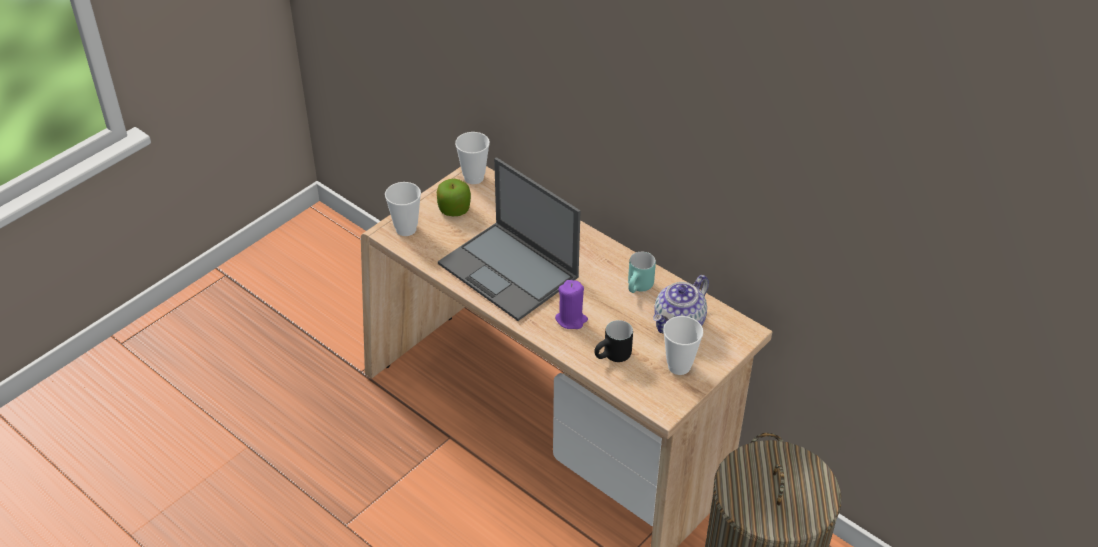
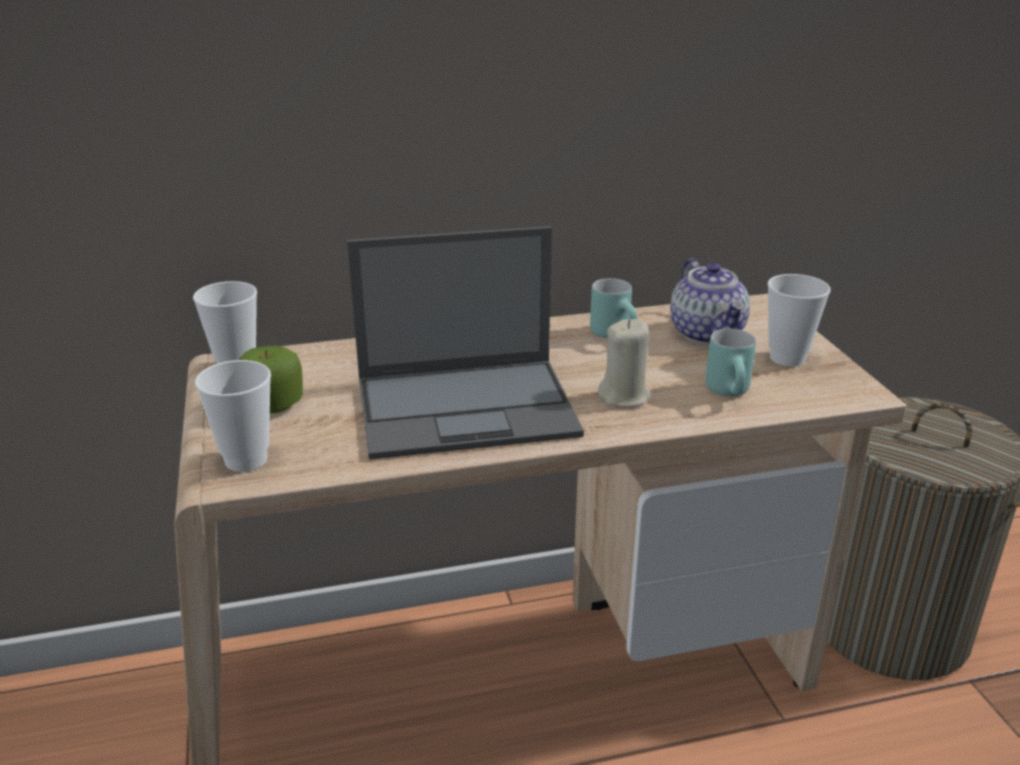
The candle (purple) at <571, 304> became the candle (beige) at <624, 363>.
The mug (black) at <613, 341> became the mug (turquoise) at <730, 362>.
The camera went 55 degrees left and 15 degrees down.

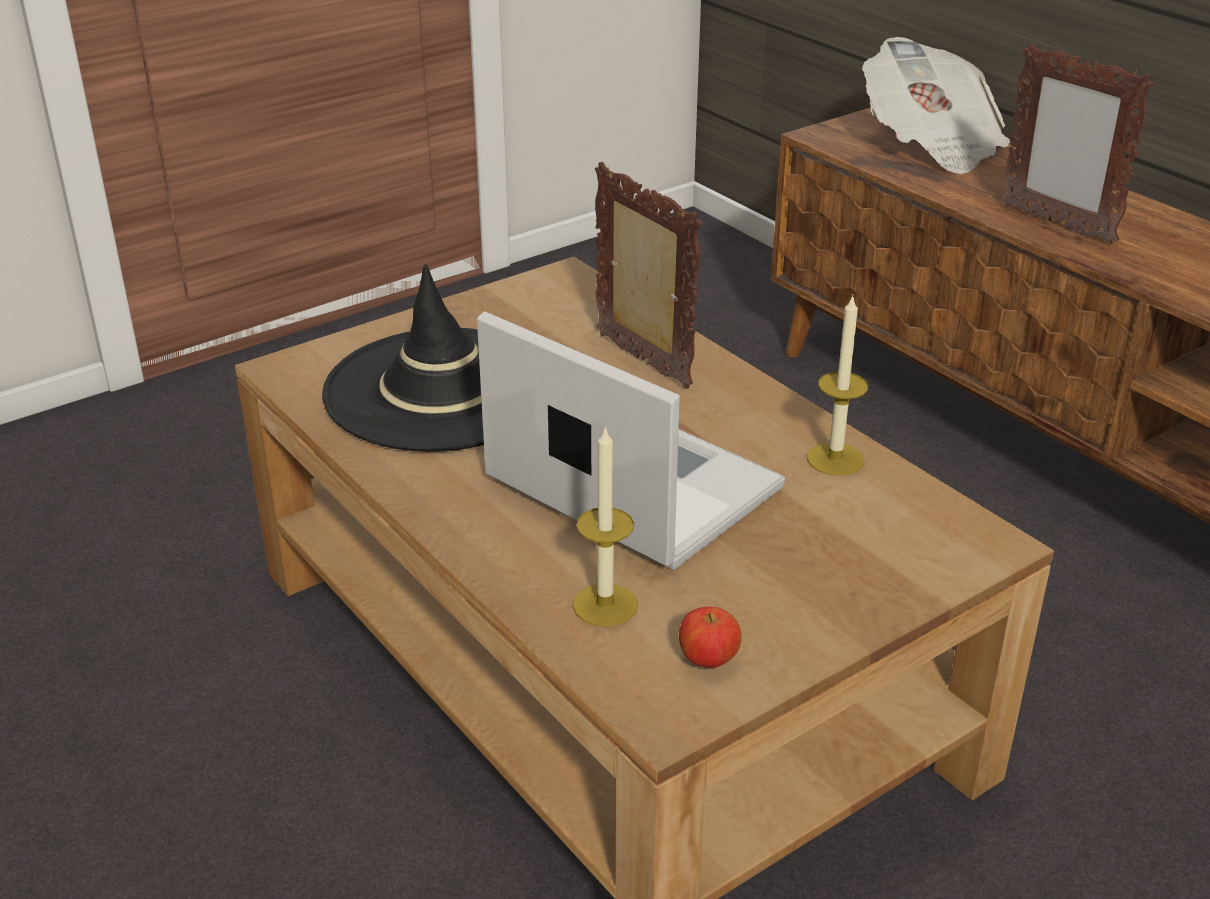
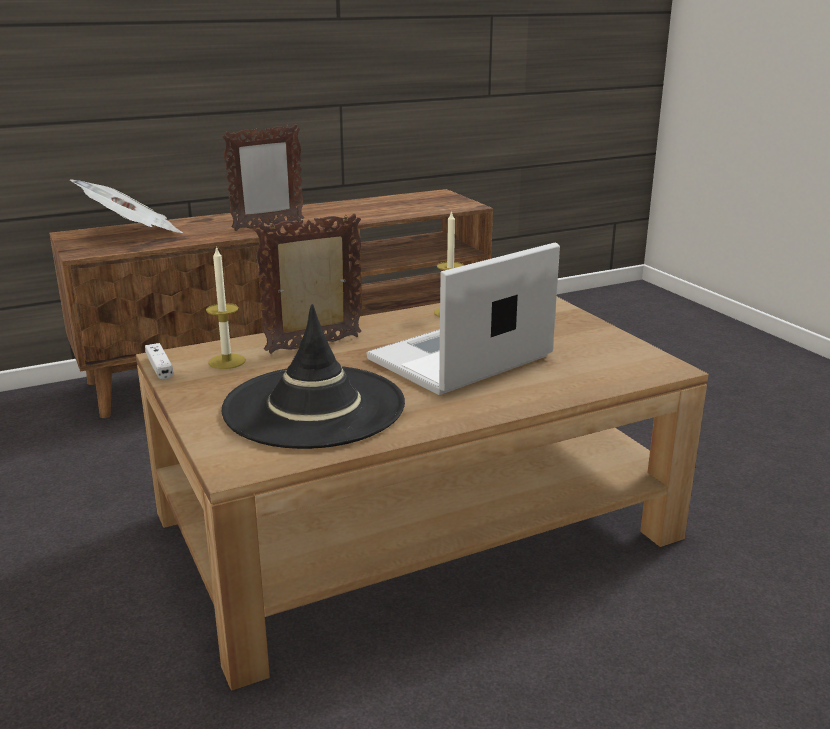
The game controller (white) at <159, 361> appeared.
The candle moved from <605, 525> to <226, 307>.
The apple at <710, 637> disappeared.
The camera went 80 degrees left and 10 degrees down.

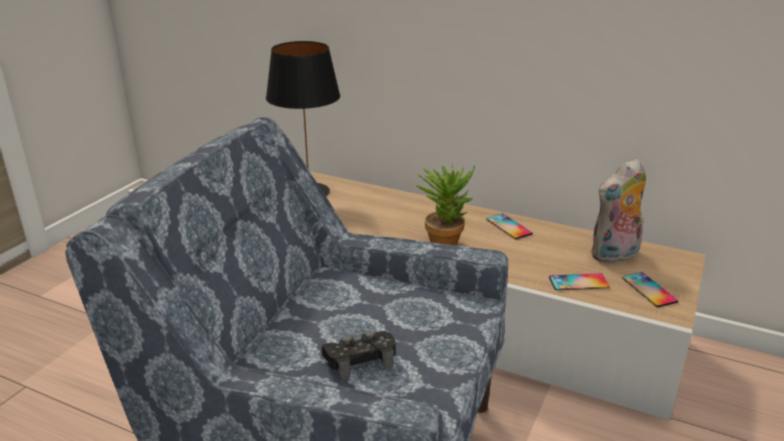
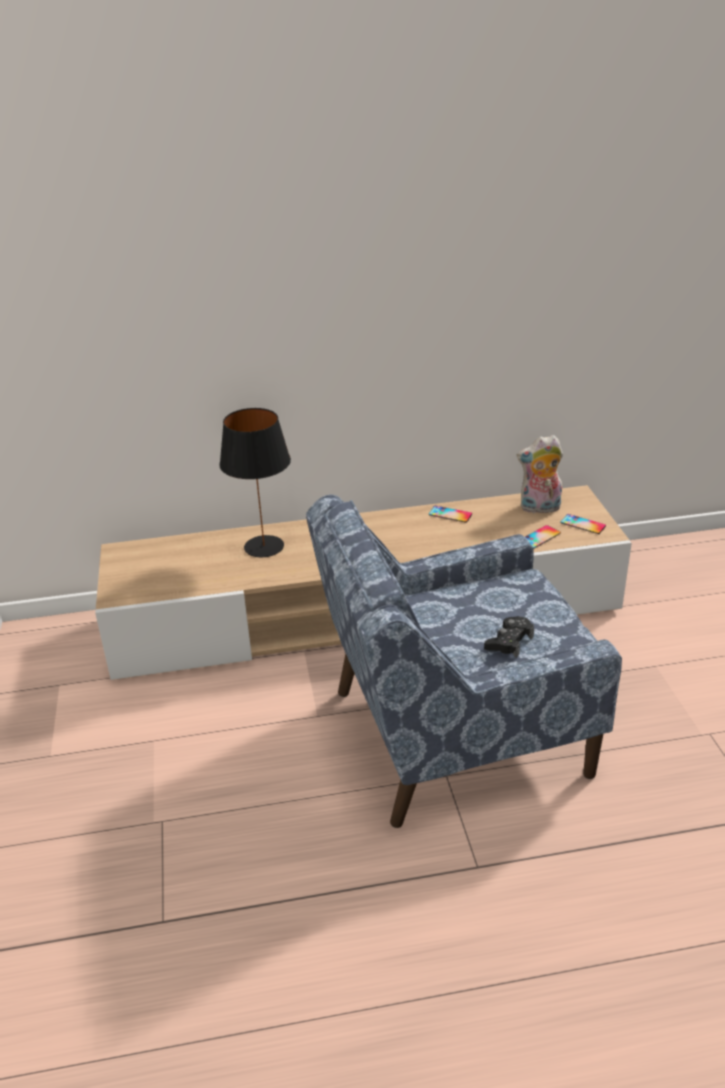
The plush toy at <618, 211> turned 60 degrees clockwise.
The potted plant at <444, 204> disappeared.
The camera went 35 degrees left and 5 degrees up.

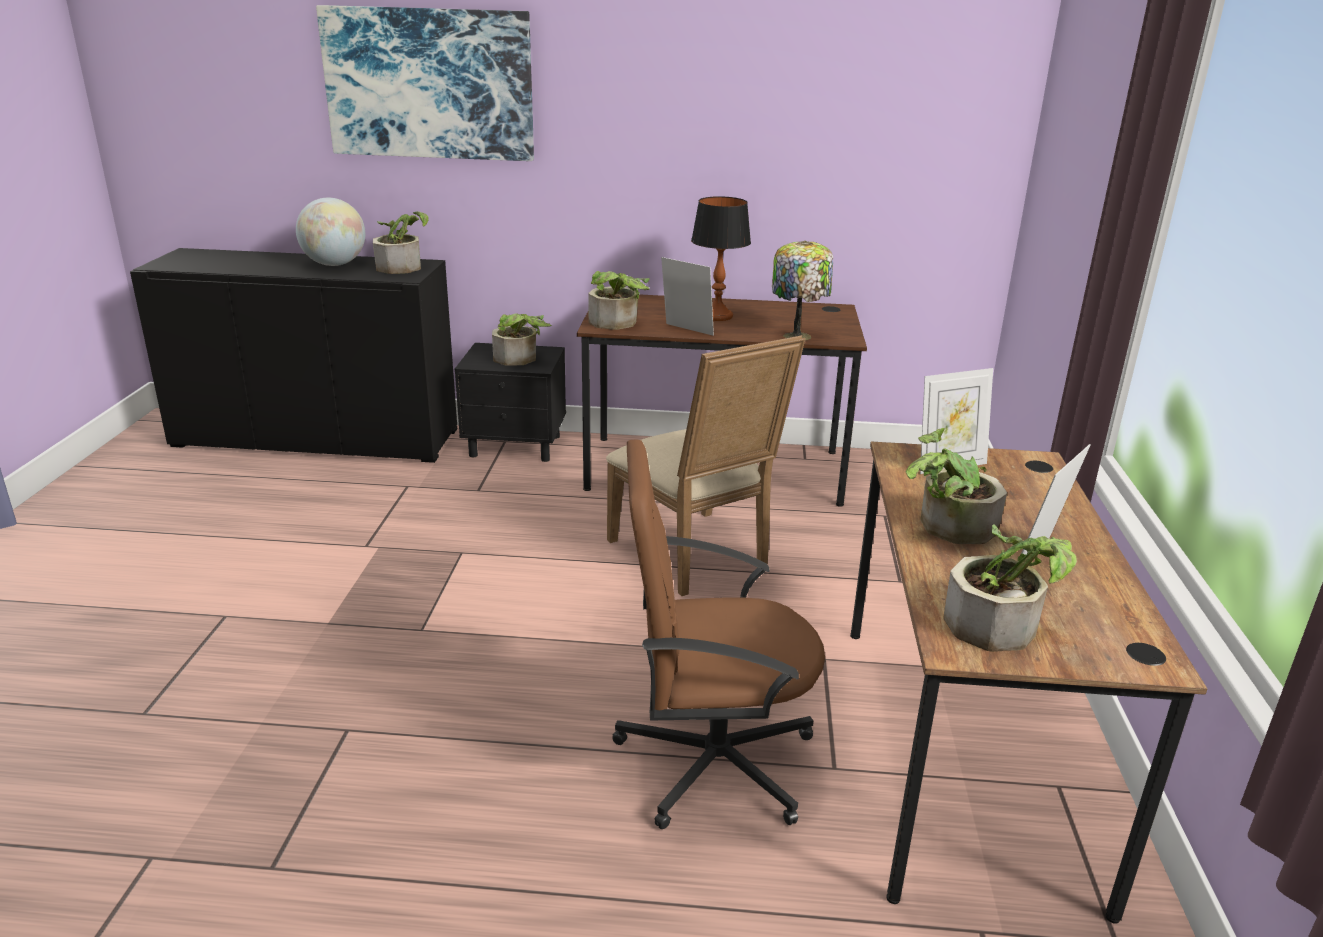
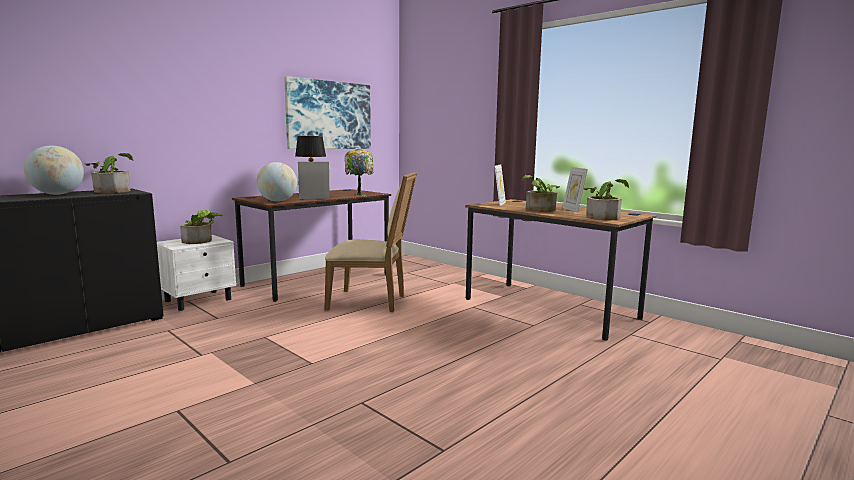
The nightstand (black) at <510, 402> became the nightstand (white) at <196, 273>.
The potted plant at <619, 300> was replaced by the globe at <277, 182>.
The picture moved from <425, 83> to <327, 112>.
The office chair (brown) at <718, 634> disappeared.
The camera went 50 degrees left and 15 degrees down.

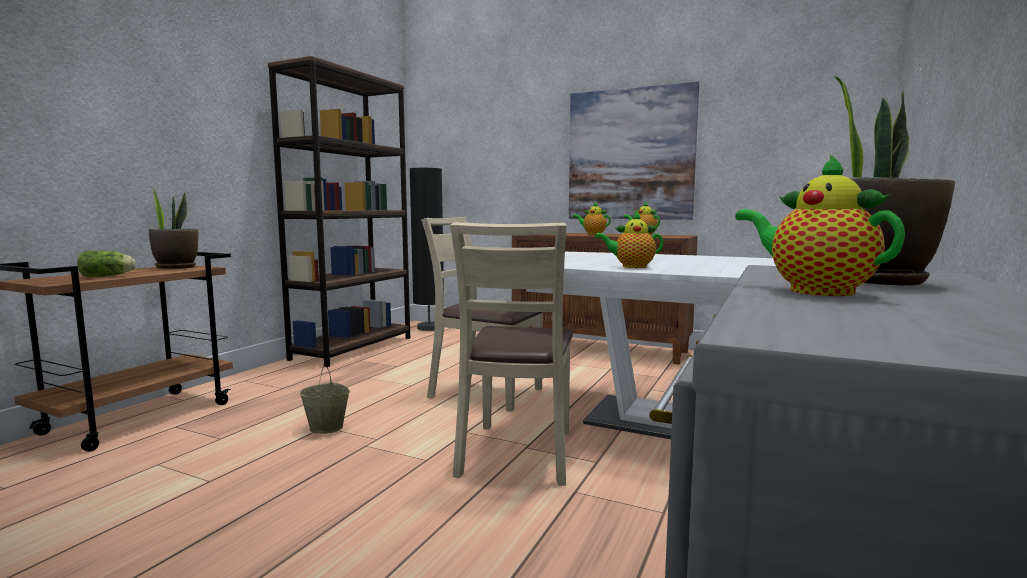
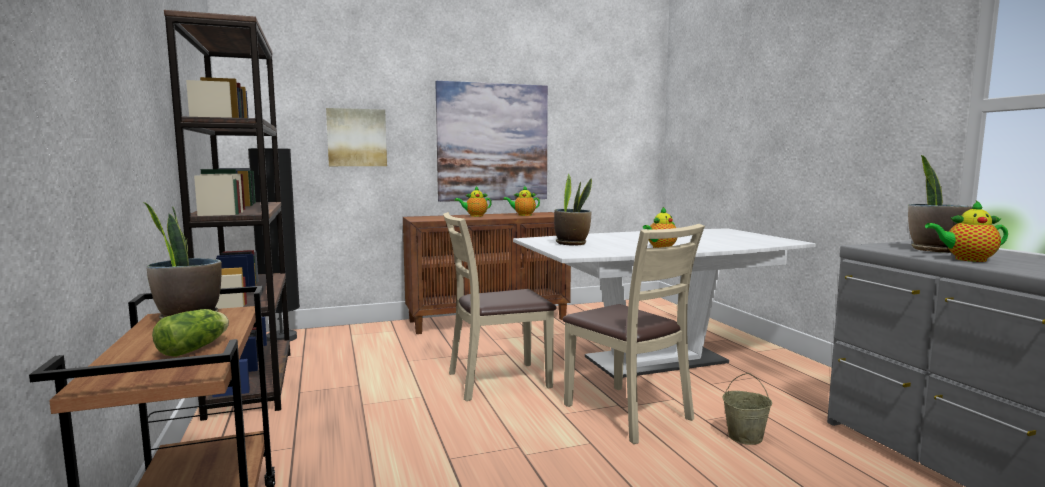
The picture at <356, 137> appeared.
The potted plant at <573, 209> appeared.
The bucket (beige) moved from <325, 399> to <747, 409>.
The camera went 45 degrees left and 0 degrees up.

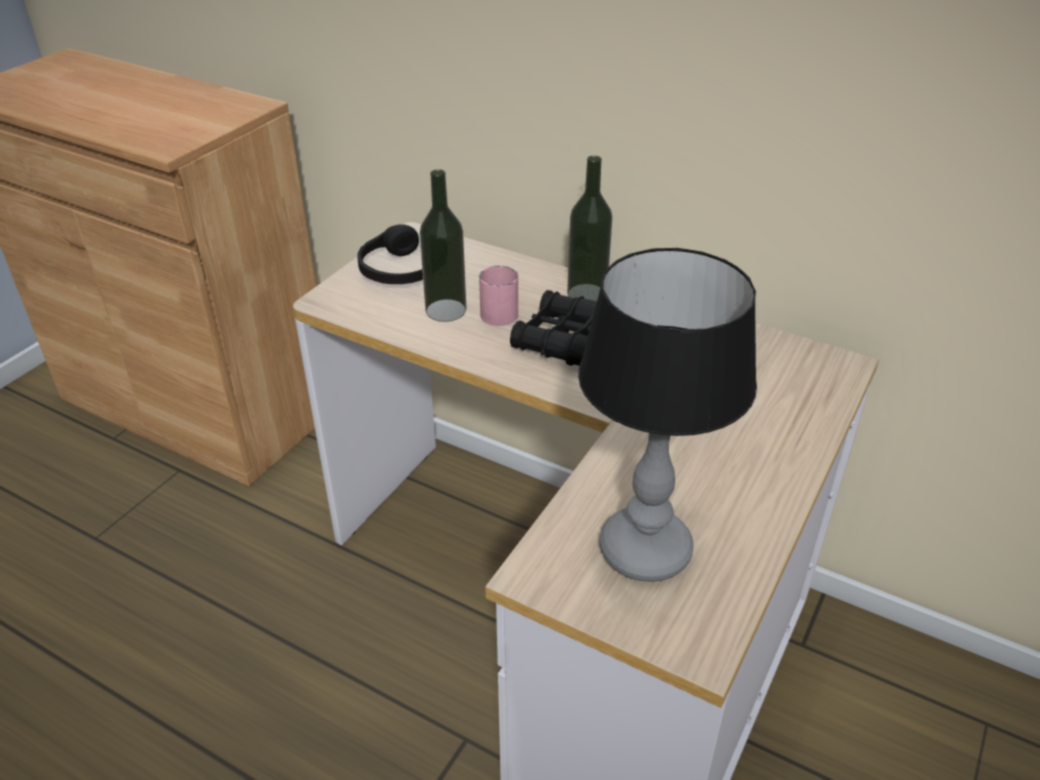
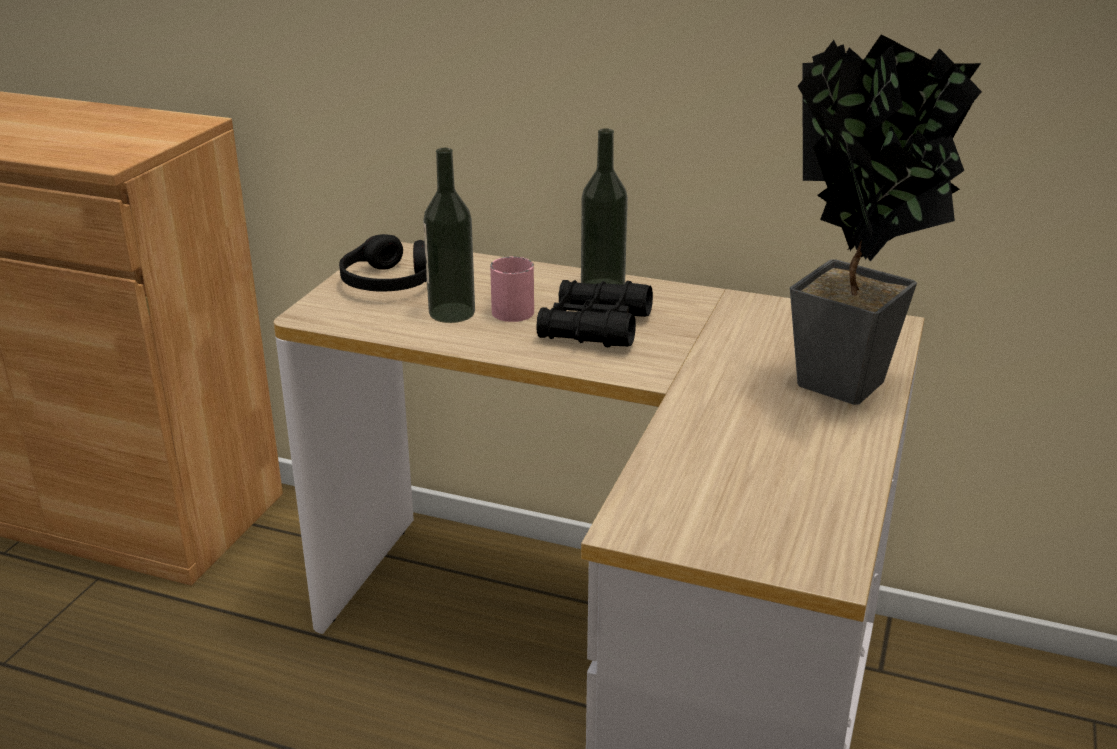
The potted plant at <886, 219> appeared.
The table lamp at <667, 415> disappeared.
The camera went 10 degrees left and 10 degrees down.

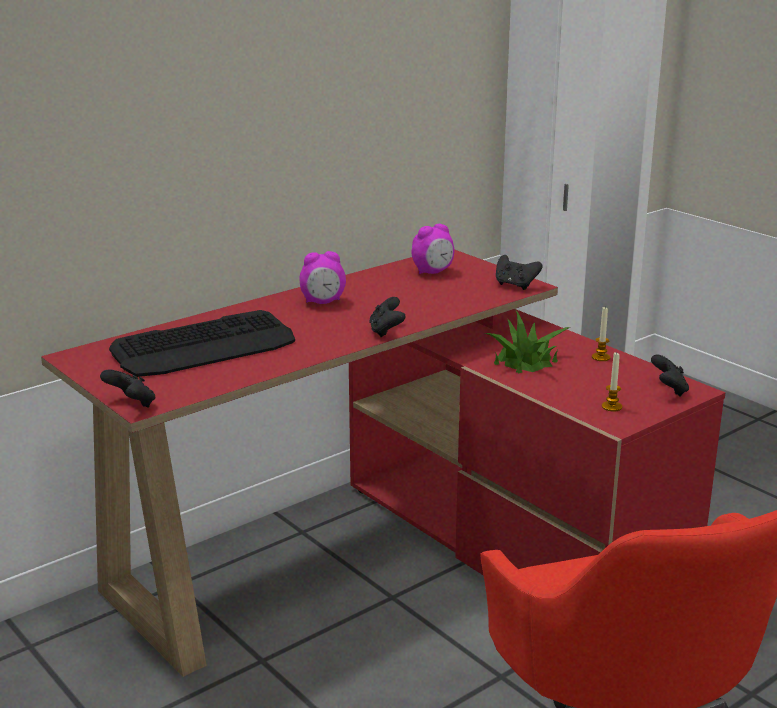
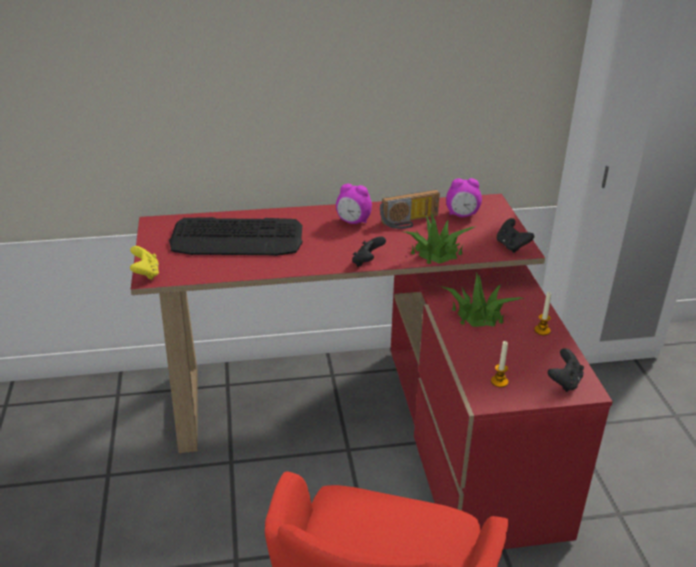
The game controller (black) at <127, 388> became the game controller (yellow) at <144, 263>.
The radio at <410, 209> appeared.
The potted plant at <440, 237> appeared.
The camera went 30 degrees right and 10 degrees up.

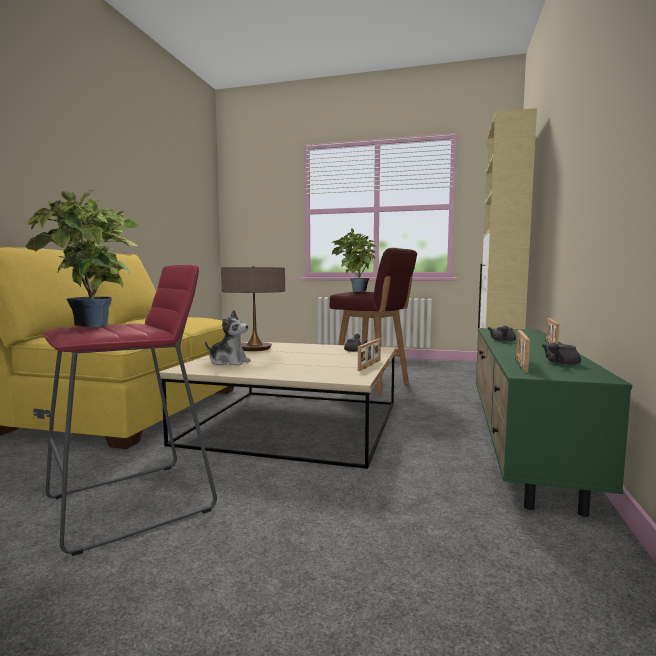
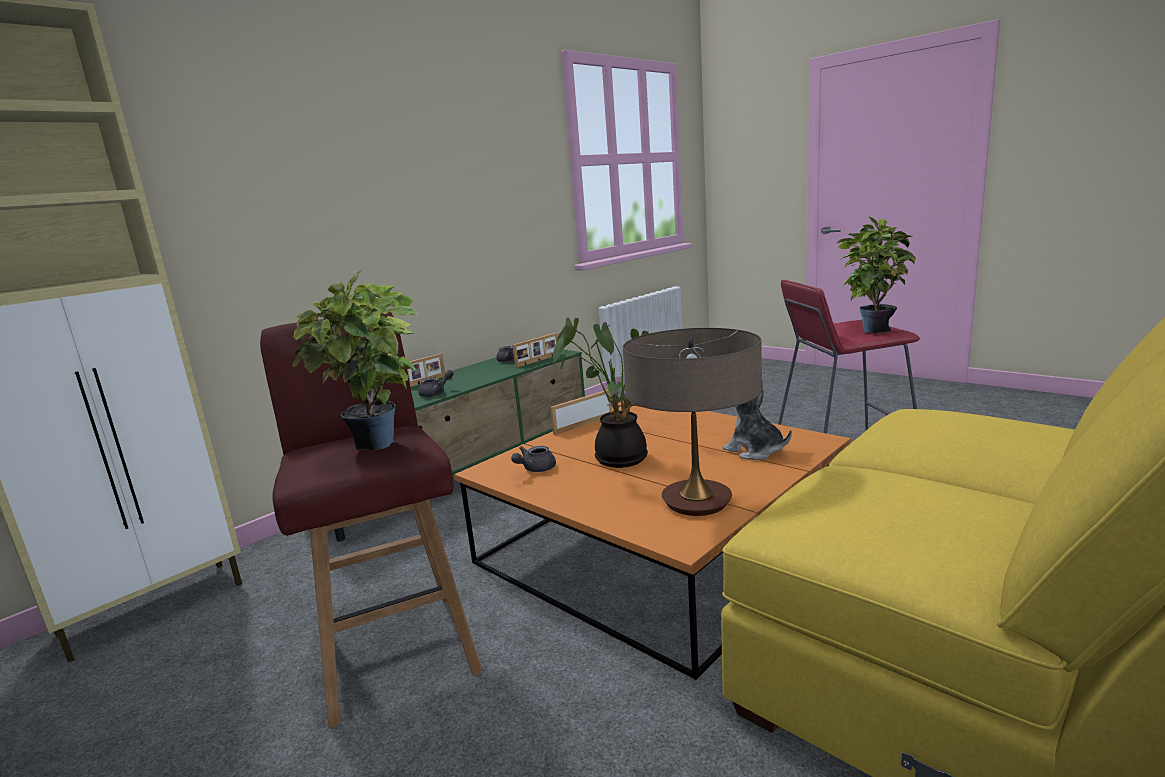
The coffee table (beige) at <277, 405> became the coffee table (orange) at <652, 539>.
The potted plant at <601, 392> appeared.
The camera went 150 degrees left and 10 degrees up.

